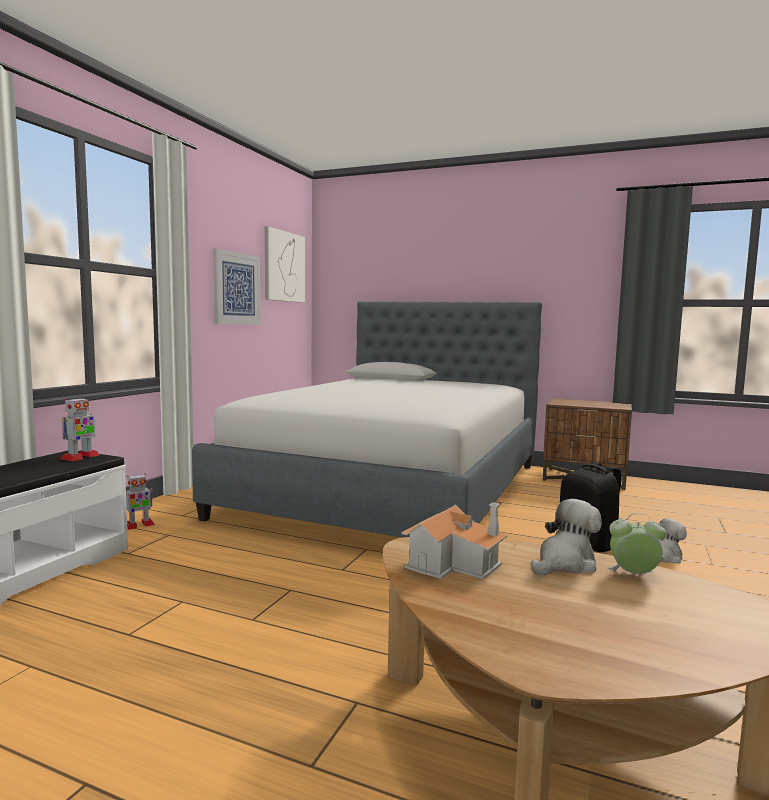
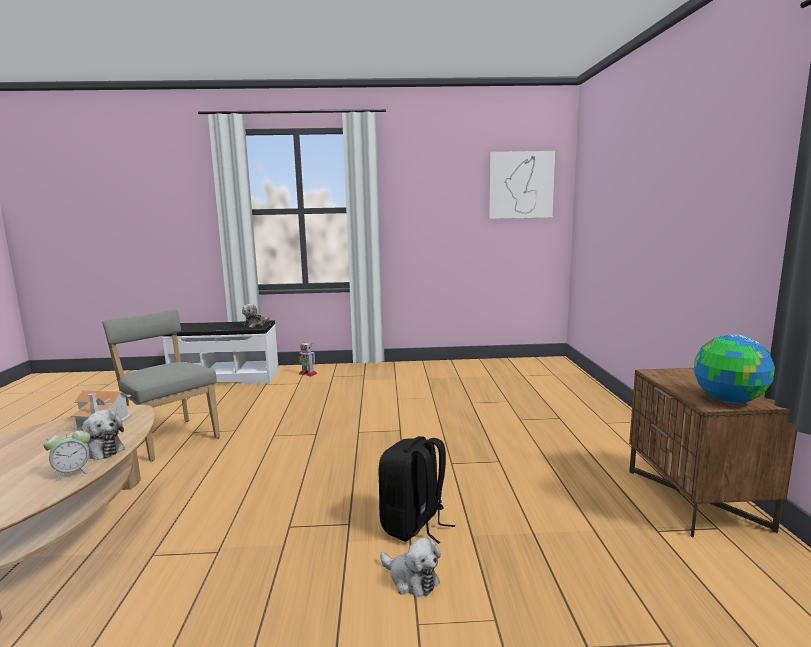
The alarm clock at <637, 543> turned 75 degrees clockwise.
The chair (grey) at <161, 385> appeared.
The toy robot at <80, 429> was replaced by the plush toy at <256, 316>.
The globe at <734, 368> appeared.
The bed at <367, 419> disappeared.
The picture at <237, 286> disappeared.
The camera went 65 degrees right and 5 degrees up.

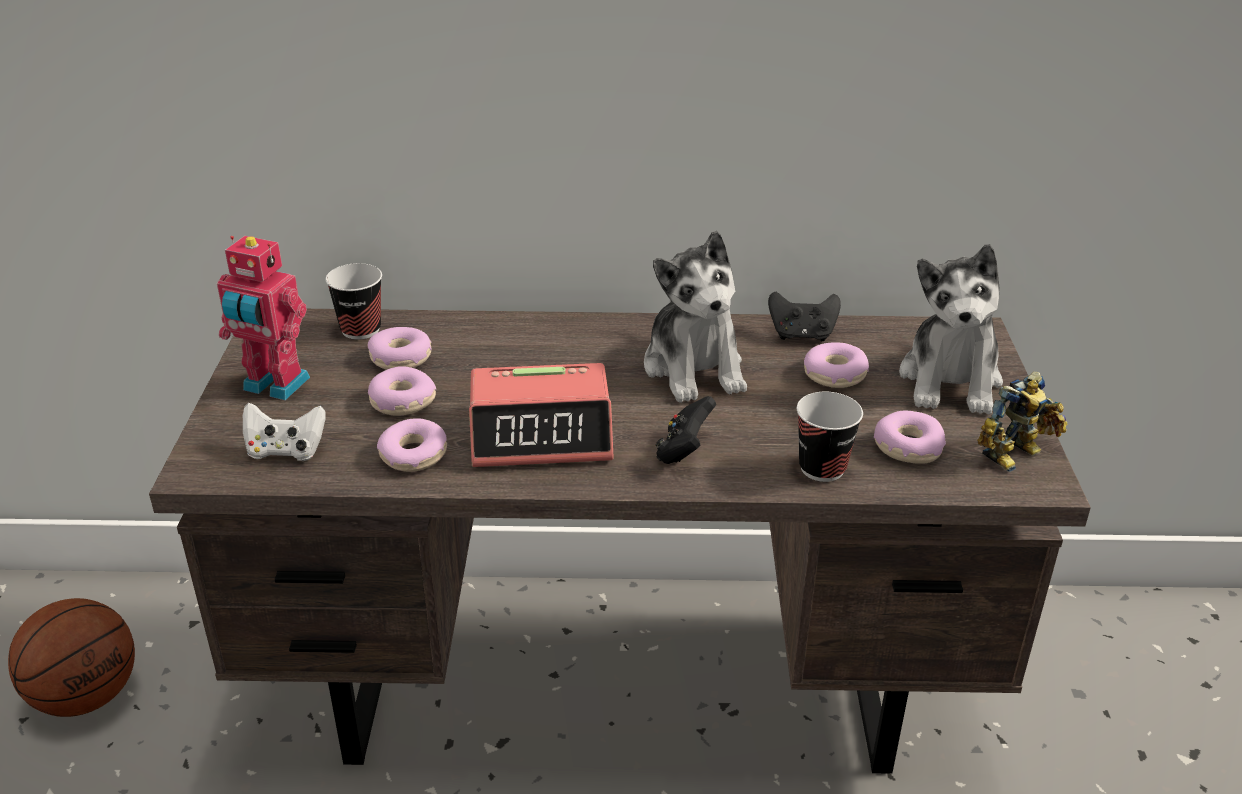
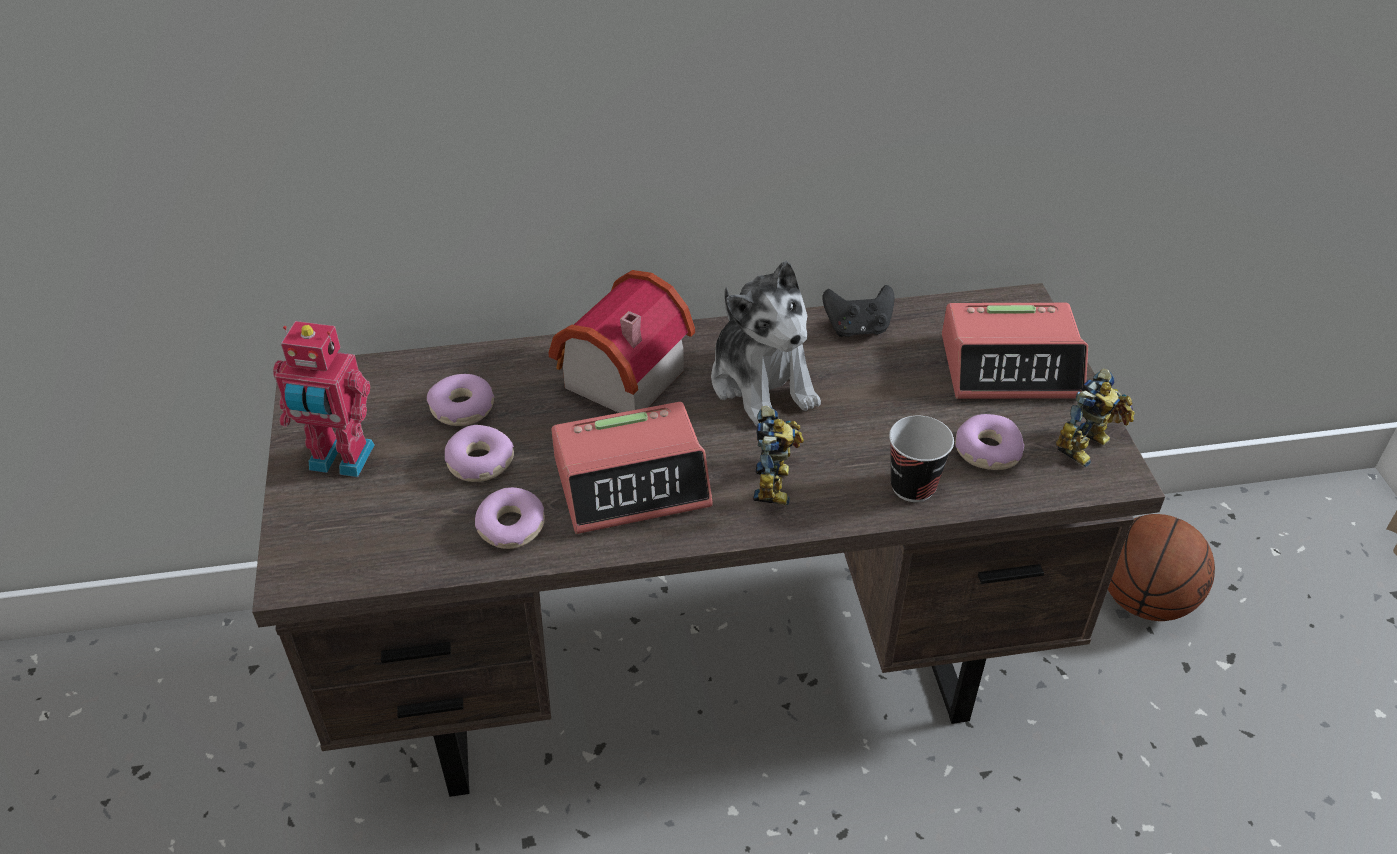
The toy house at <621, 341> appeared.
The game controller (black) at <685, 430> was replaced by the toy robot at <778, 455>.
The plush toy at <951, 329> was replaced by the alarm clock at <1015, 351>.
The basketball moved from <71, 657> to <1161, 567>.
The game controller (white) at <284, 432> disappeared.
The cup at <353, 301> disappeared.
The donut at <836, 365> disappeared.
The camera went 10 degrees left and 10 degrees up.

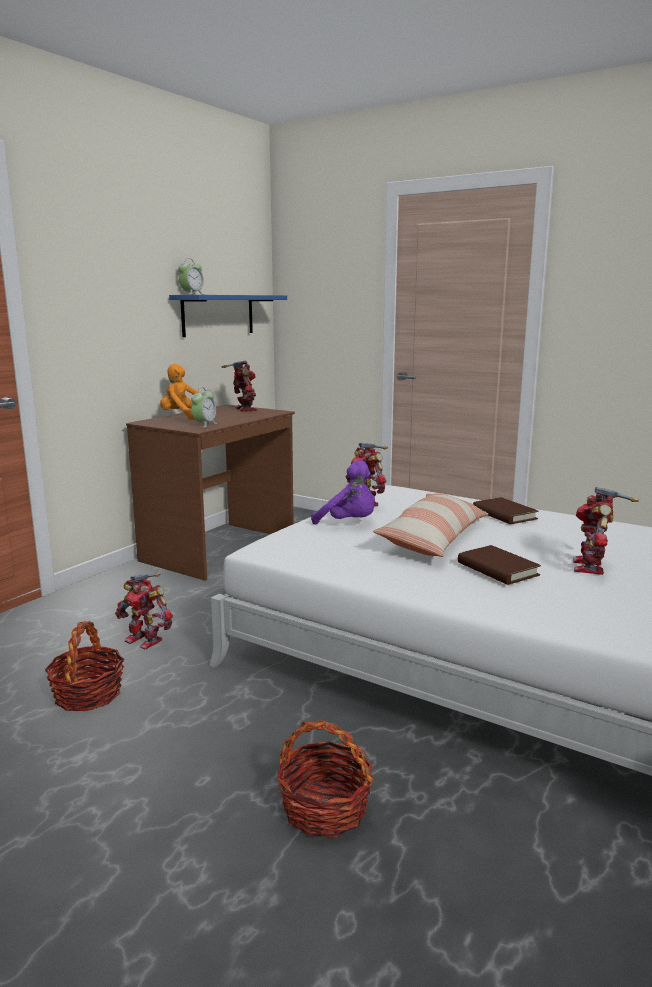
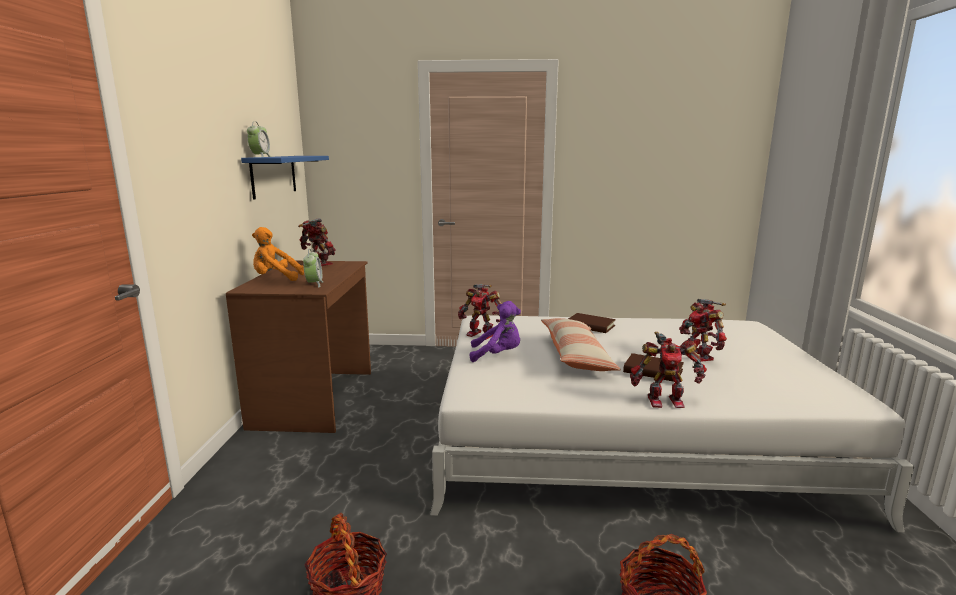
The toy robot moved from <144, 611> to <668, 370>.
The camera went 30 degrees left and 0 degrees up.

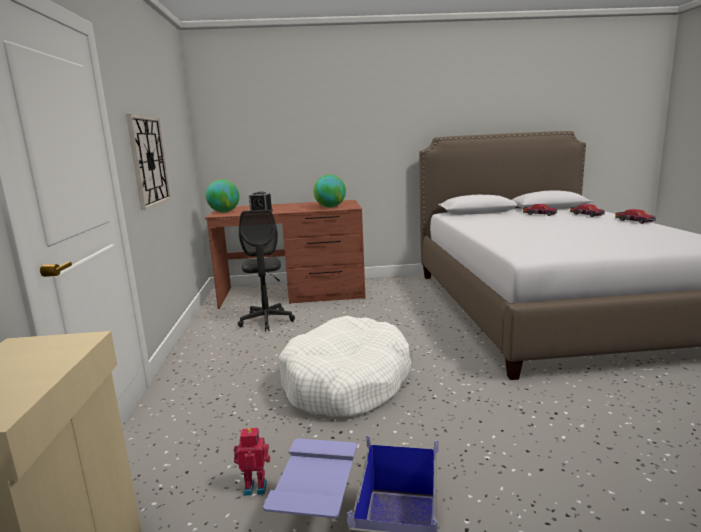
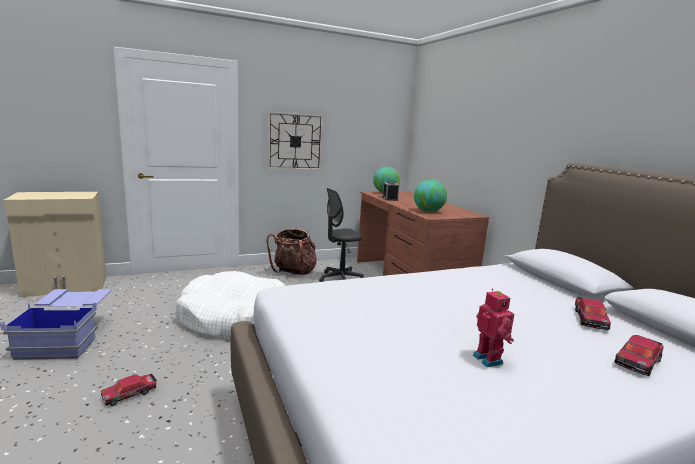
The toy car moved from <635, 216> to <129, 390>.
The backpack at <292, 251> appeared.
The toy robot moved from <252, 462> to <493, 327>.
The camera went 70 degrees right and 0 degrees up.

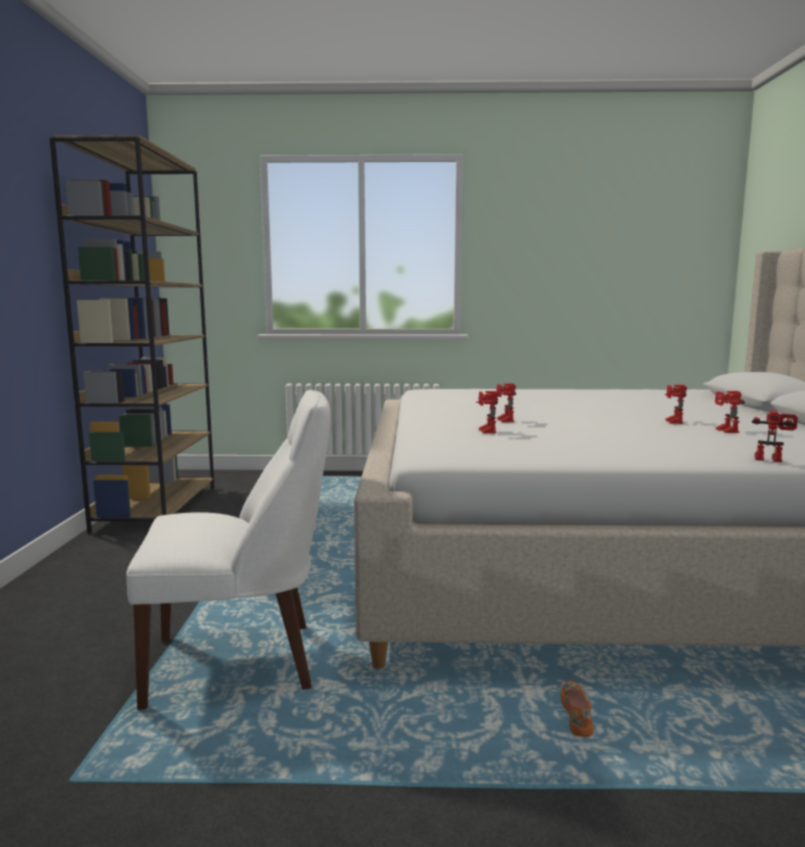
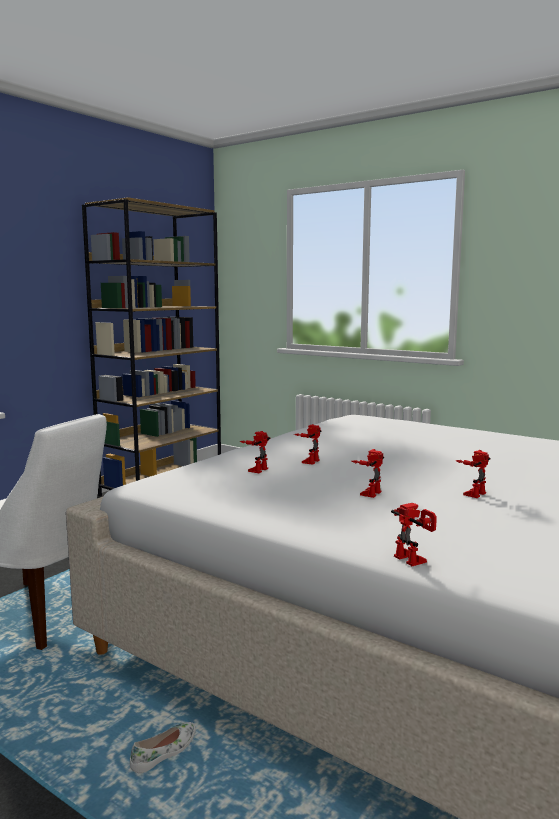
The shoe (orange) at <577, 708> became the shoe (white) at <163, 748>.
The toy robot moved from <730, 412> to <368, 473>.
The camera went 35 degrees right and 0 degrees up.

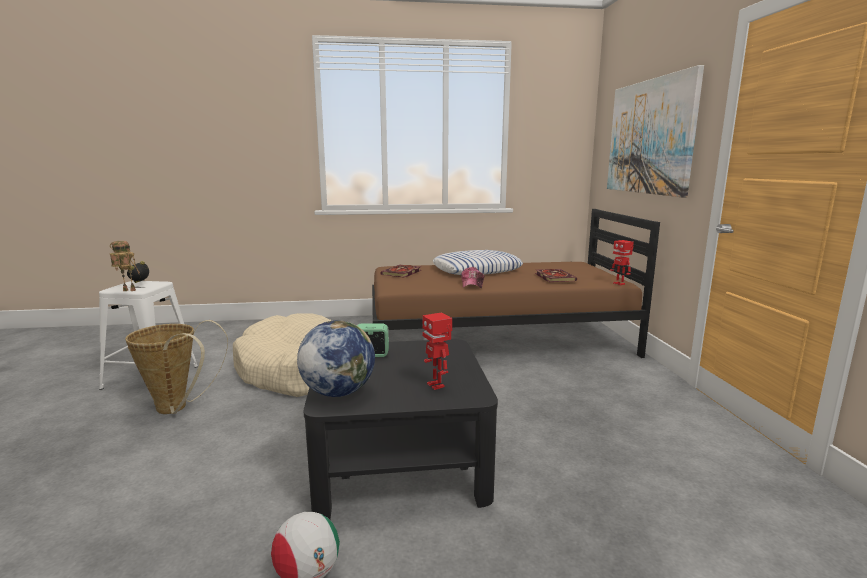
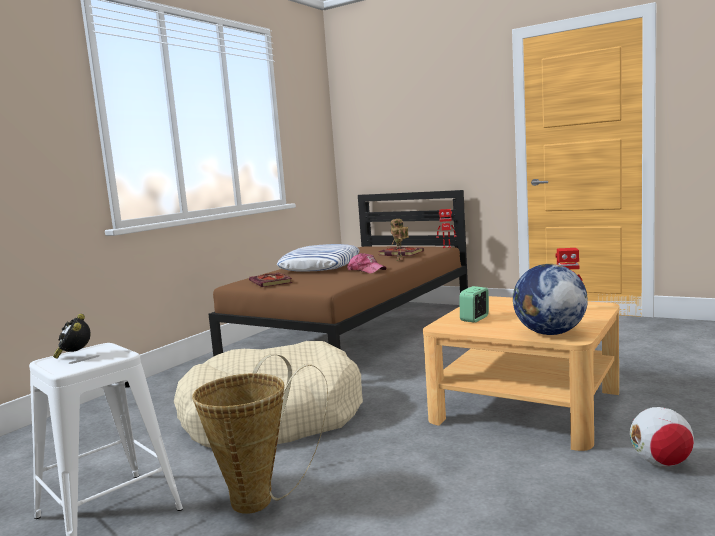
The toy robot moved from <125, 266> to <400, 240>.
The coffee table (black) at <401, 429> became the coffee table (beige) at <521, 373>.
The picture at <655, 131> disappeared.
The camera went 50 degrees left and 5 degrees down.

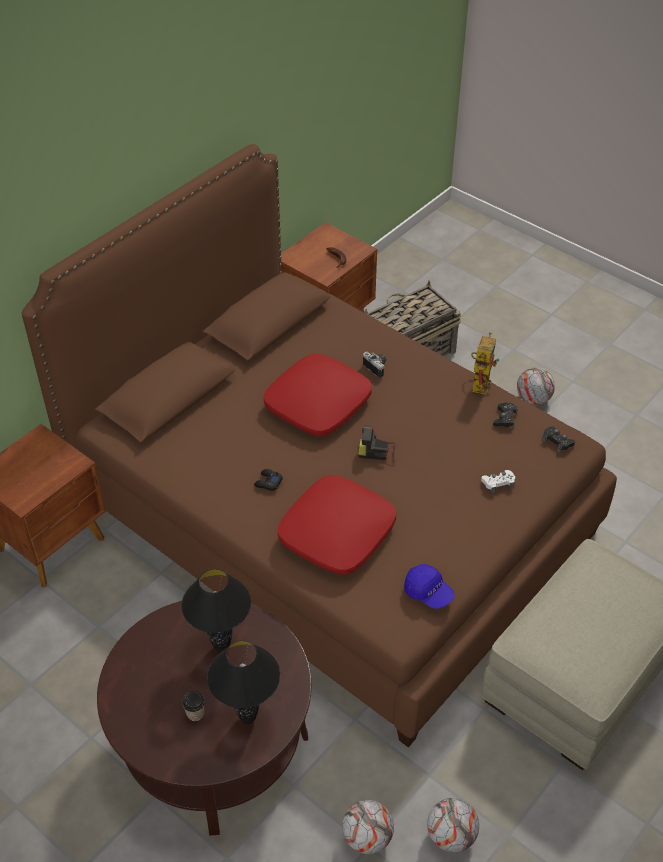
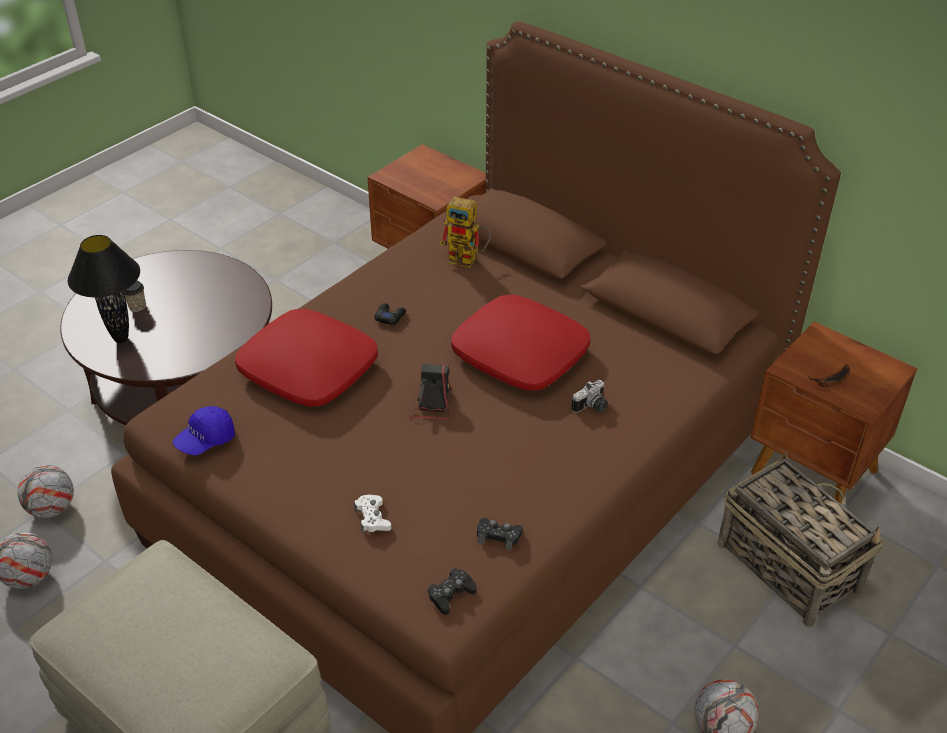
The toy robot moved from <485, 363> to <465, 232>.
The table lamp (black) at <216, 611> disappeared.
The camera went 90 degrees right and 5 degrees down.

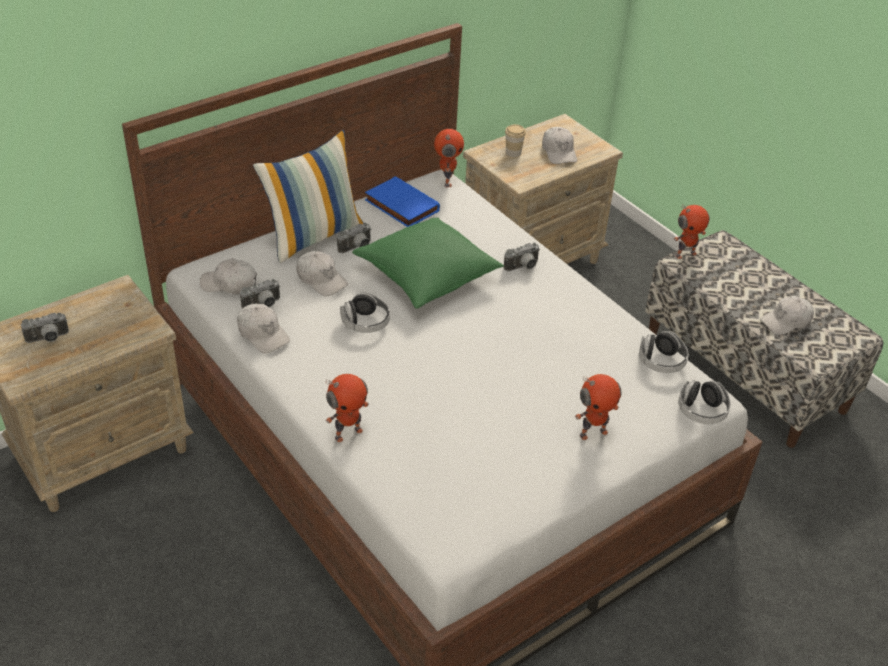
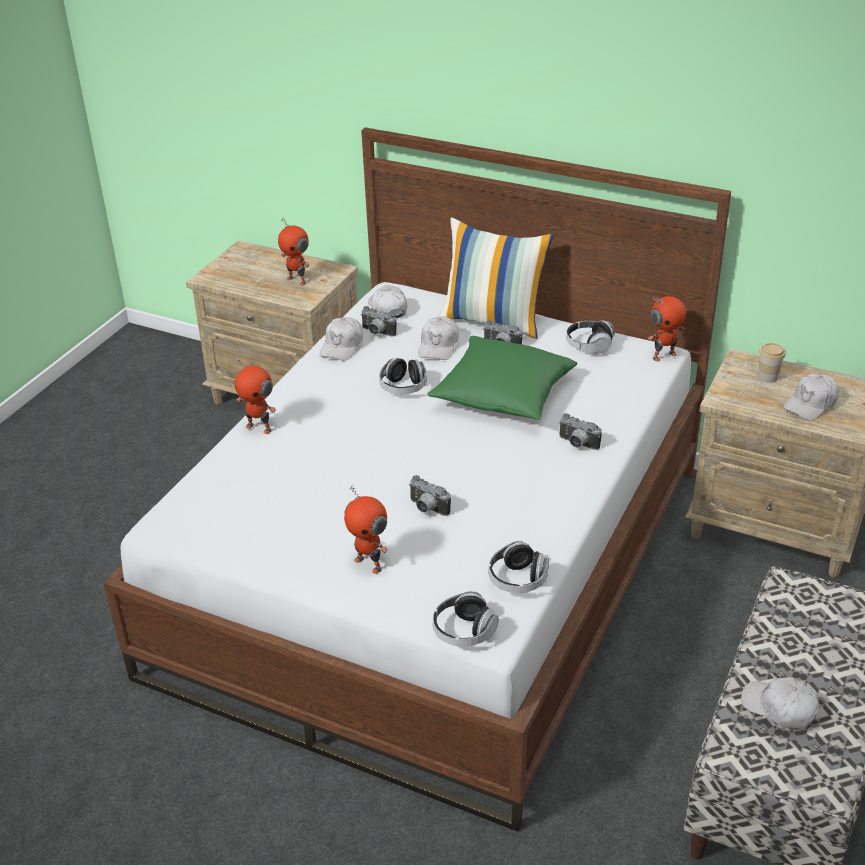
The toy robot moved from <692, 232> to <294, 251>.
The photo camera moved from <45, 327> to <430, 495>.
The book (blue) at <402, 201> was replaced by the headphones at <590, 337>.
The camera went 65 degrees right and 5 degrees down.

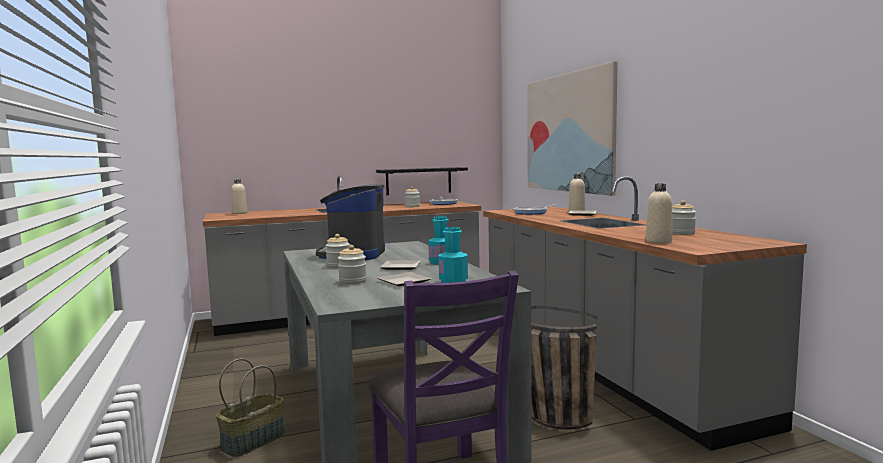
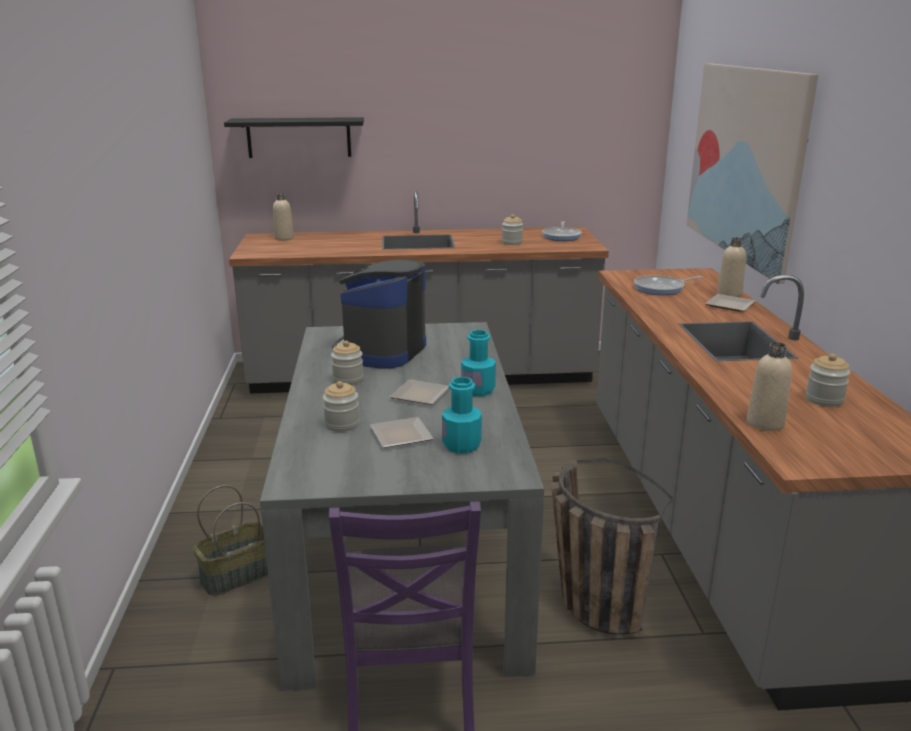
The shelf (black) moved from <422, 181> to <294, 137>.
The camera went 15 degrees right and 15 degrees up.

